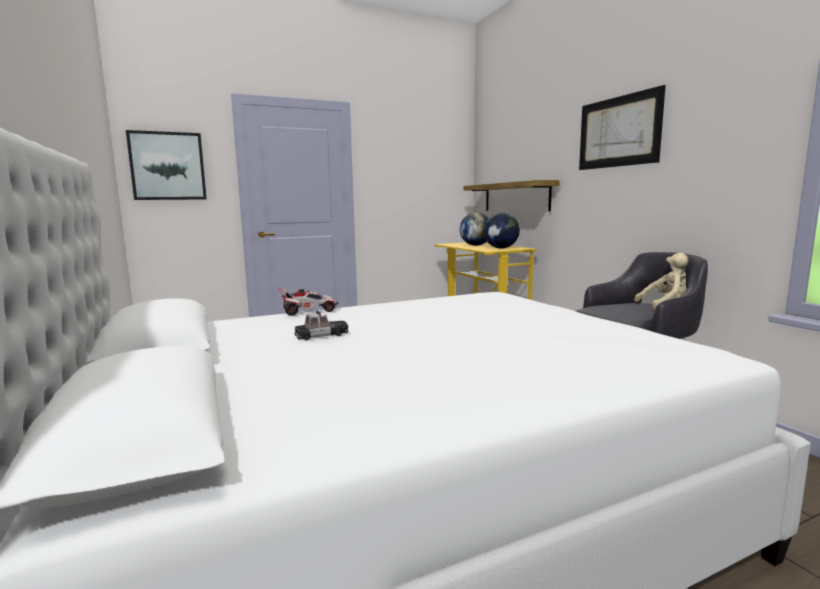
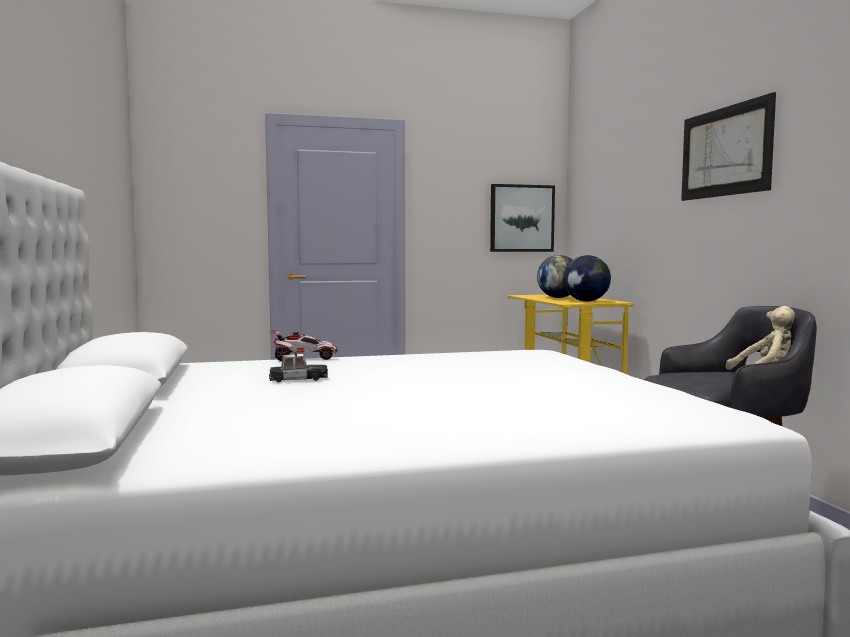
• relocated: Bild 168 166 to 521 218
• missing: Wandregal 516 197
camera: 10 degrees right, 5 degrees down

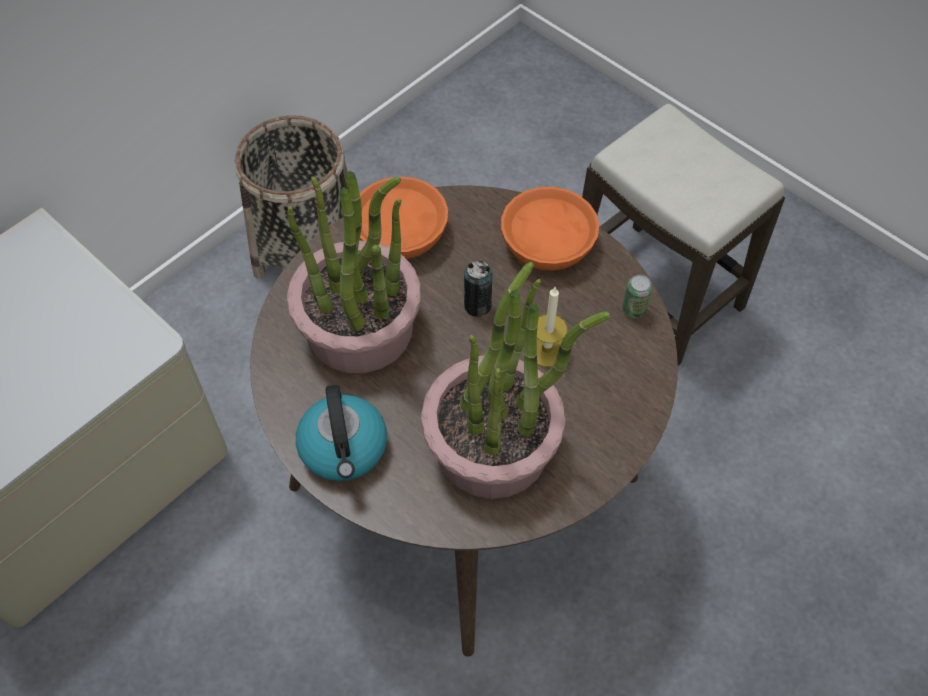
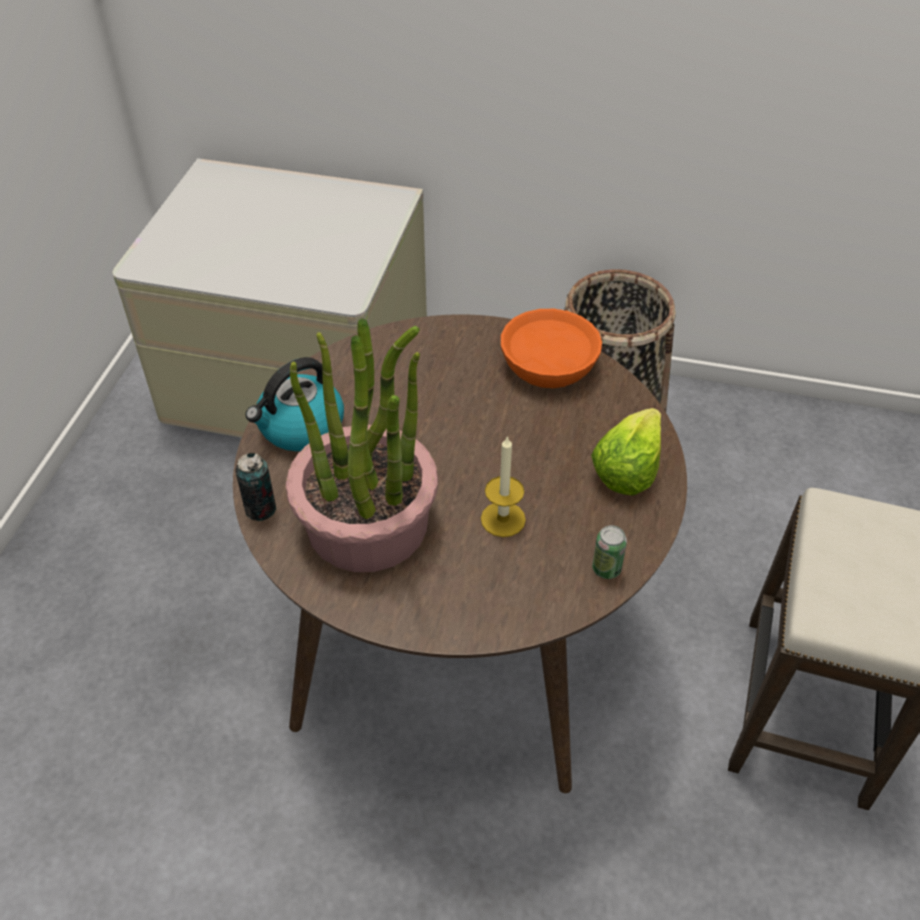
• missing: Topfpflanze 360 329
• exchanged: Schüssel [orange] 547 244 to Salatkopf 627 468
• relocated: Dose 477 306 to 260 509
camera: 60 degrees right, 10 degrees down

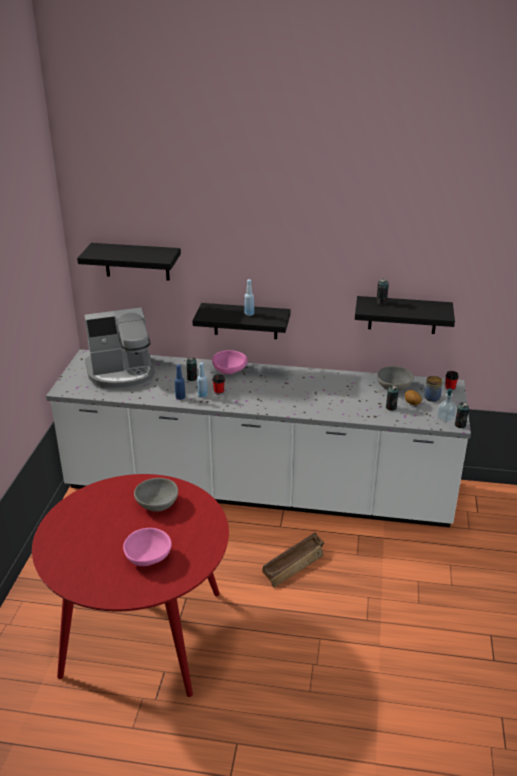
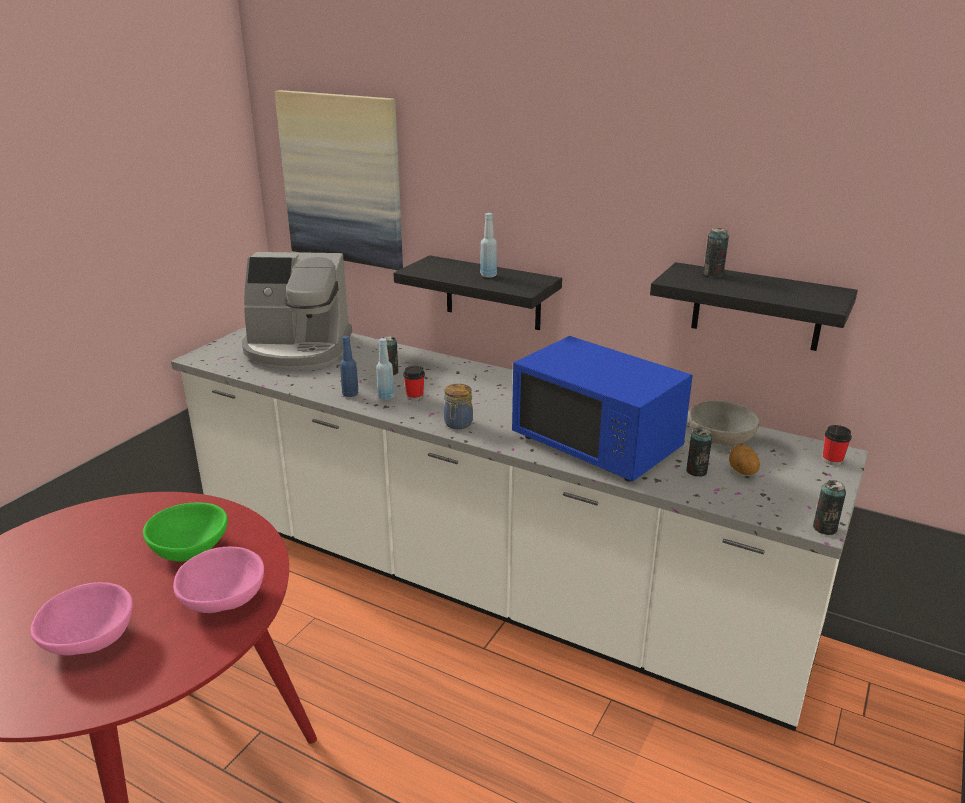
• exchanged: Wandregal [schwarz] 136 261 to Bild 342 179
• relocated: Schüssel [rosa] 229 371 to 222 600
• relocated: Vorratsglas 432 398 to 458 424
• missing: Seifenspender 445 418
• colour: Schüssel [grau] 157 504 to Schüssel [grün] 190 550
• missing: Kiste 295 564
• appeared: Mikrowelle [blau] 597 444
camera: 20 degrees right, 5 degrees down

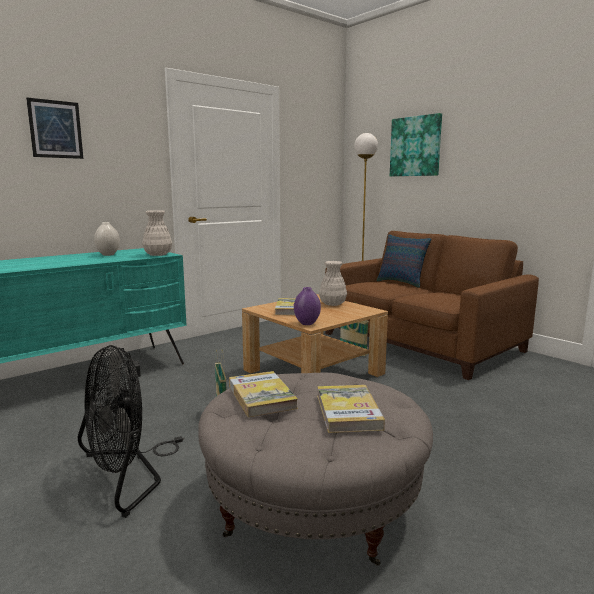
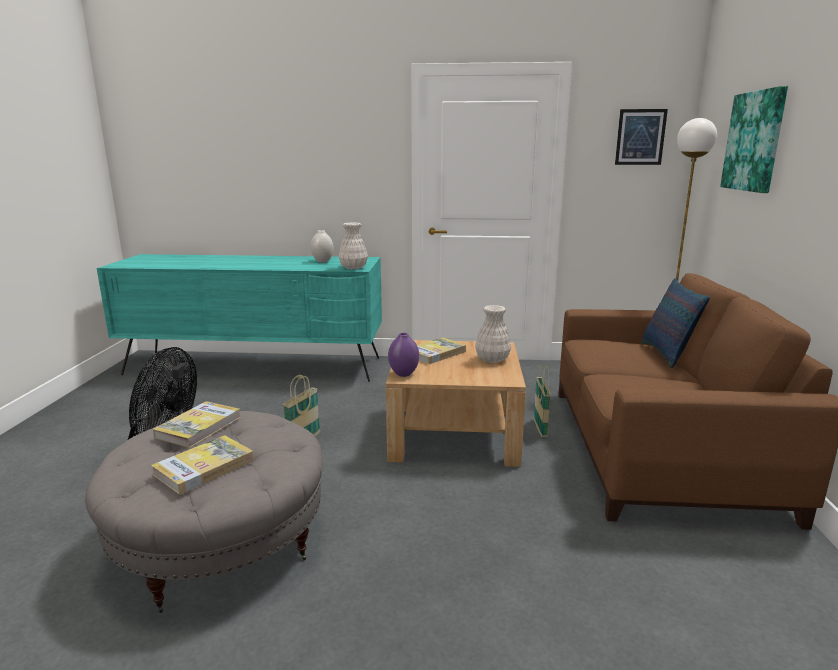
• relocated: Bild 55 129 to 640 137
camera: 45 degrees right, 5 degrees up

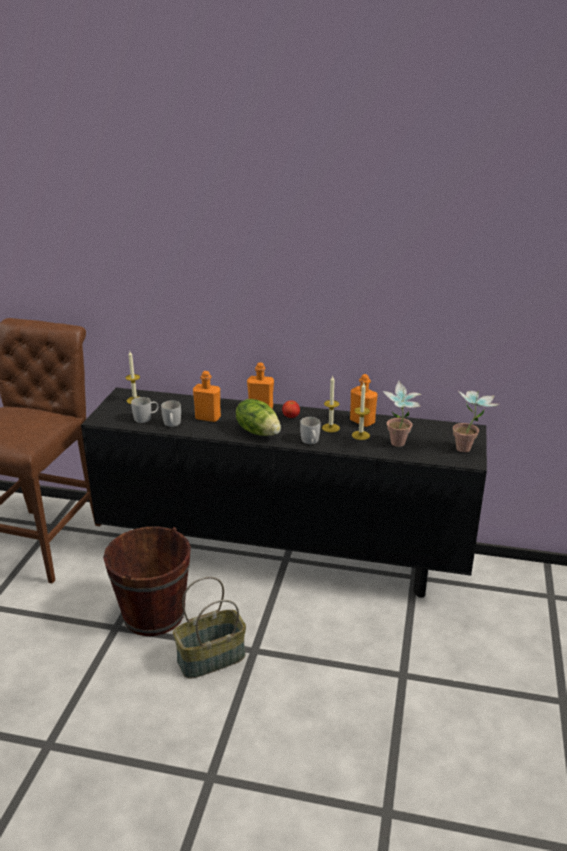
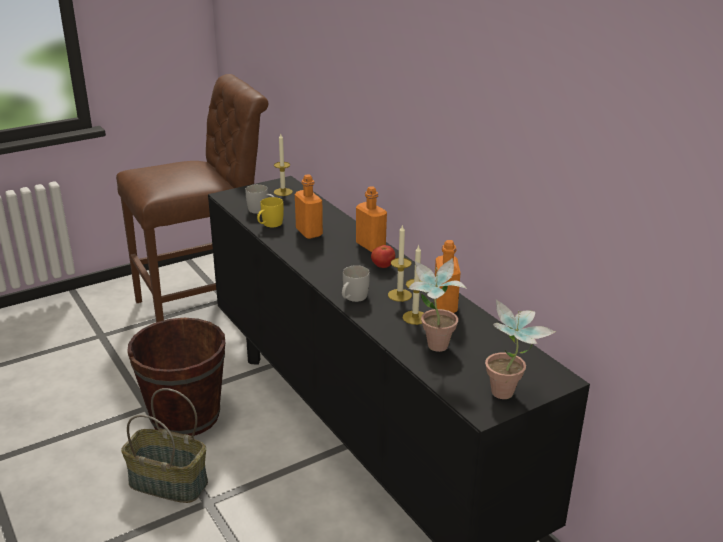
• missing: Salatkopf 258 431
• colour: Henkelbecher [weiß] 172 425 to Henkelbecher [gelb] 269 225
camera: 45 degrees right, 0 degrees up

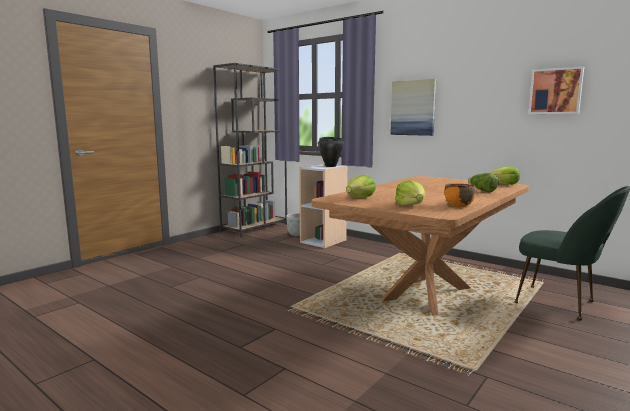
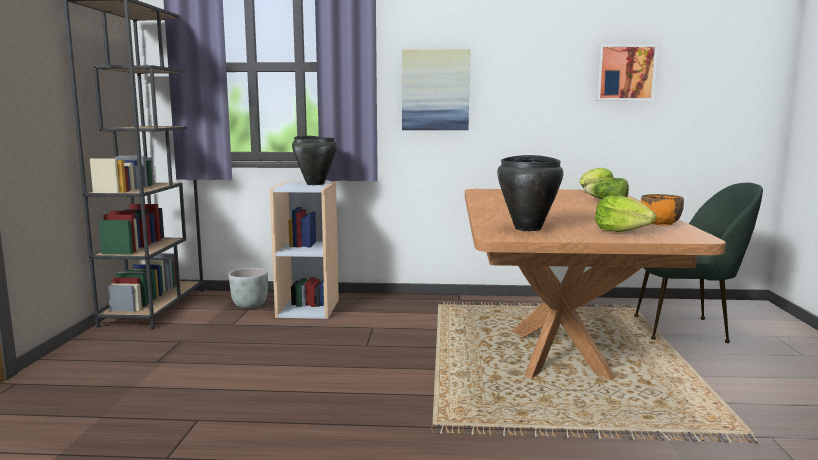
• exchanged: Salatkopf 360 198 to Kochtopf [schwarz] 528 228
camera: 35 degrees left, 0 degrees up

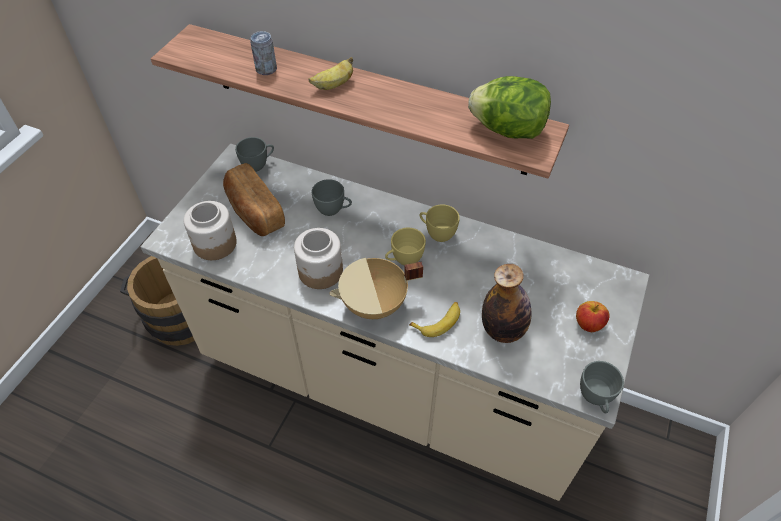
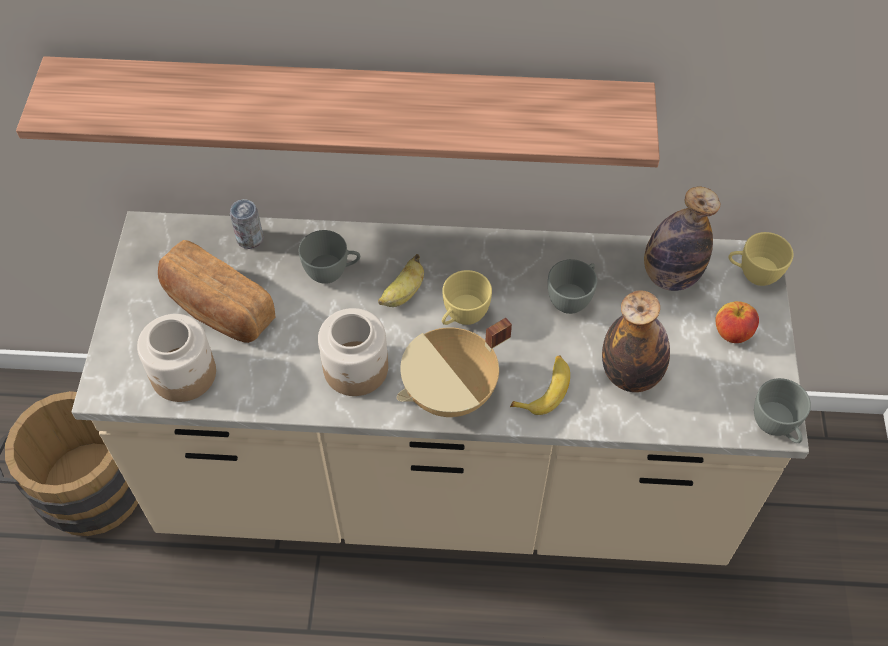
• relocated: Dose 266 69 to 250 239
• relocated: Banane 333 85 to 403 294
• missing: Salatkopf 507 130
• relocated: Tasse [grau] 258 165 to 572 298
• relocated: Tasse [gelb] 437 233 to 753 274
• appeared: Flasche 670 276
camera: 20 degrees left, 5 degrees up

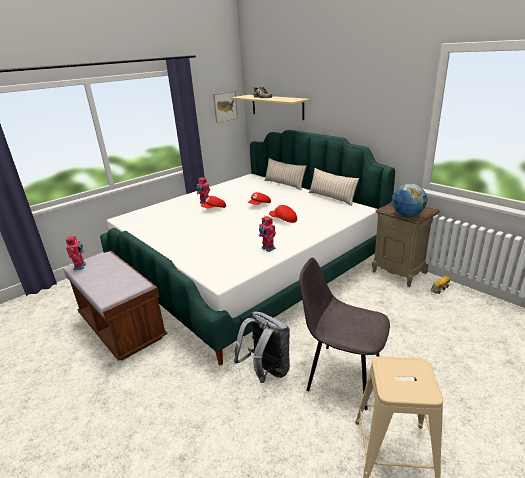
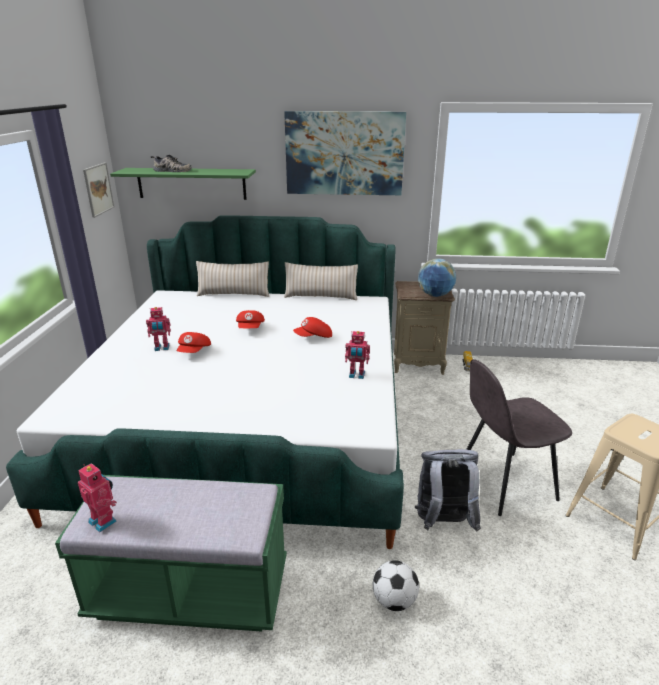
• colour: Wandregal [beige] 277 106 to Wandregal [grün] 191 183
• colour: Bank [braun] 122 327 to Bank [grün] 190 591
• appeared: Bild 344 153
• appeared: Fußball 394 601
camera: 45 degrees left, 0 degrees up

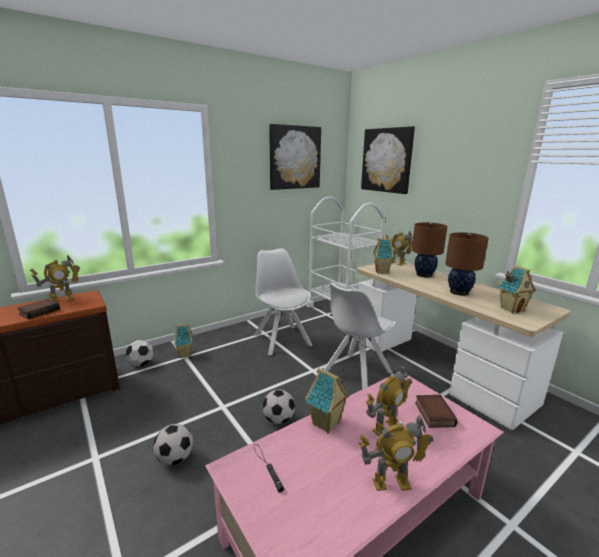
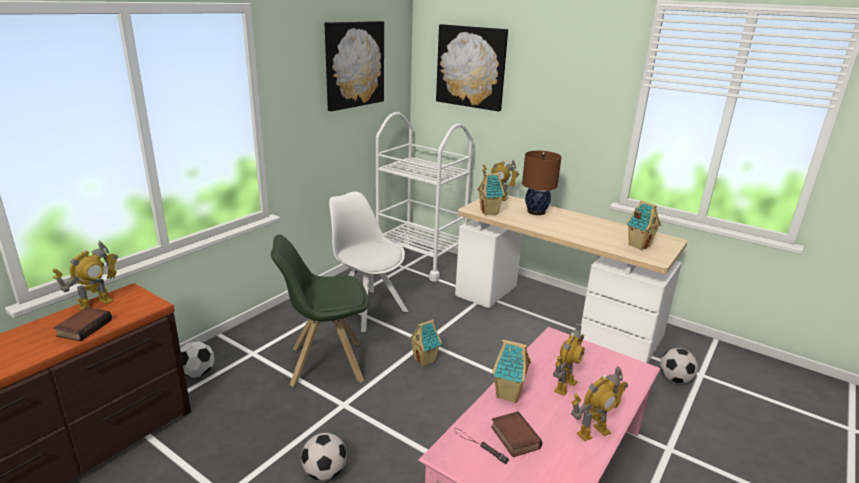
• missing: Tischlampe [braun] 459 292
• missing: Stuhl [weiß] 355 374
• relocated: Spielzeughaus 185 354 to 425 360
• relocated: Fußball 278 419 to 675 379
• relocated: Buch 433 414 to 513 437
• appeared: Stuhl [grün] 326 364
camera: 20 degrees left, 5 degrees up

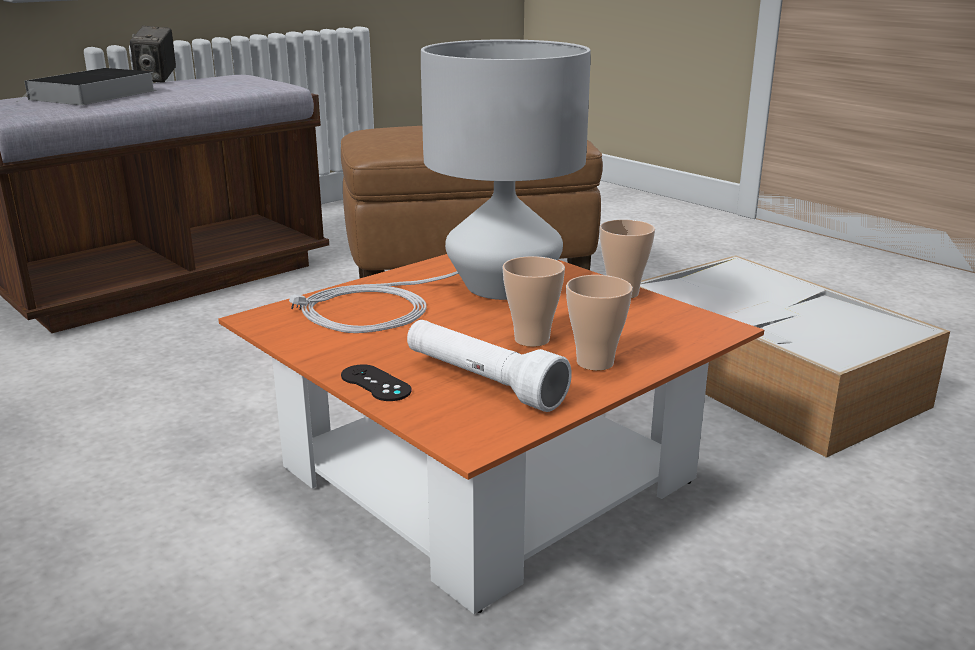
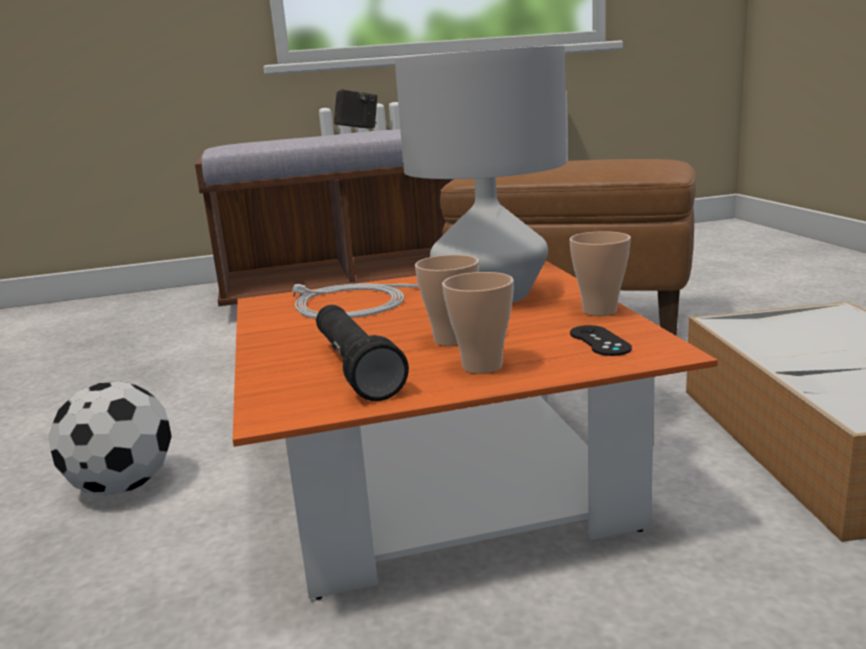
• spun: Kamera 157 80 = 357 130 135 degrees counterclockwise
• missing: Buch 92 95
• colour: Taschenlampe [weiß] 482 382 to Taschenlampe [schwarz] 355 368
• relocated: Gamepad [schwarz] 375 383 to 599 341
• appeared: Fußball 122 485
camera: 30 degrees right, 5 degrees down

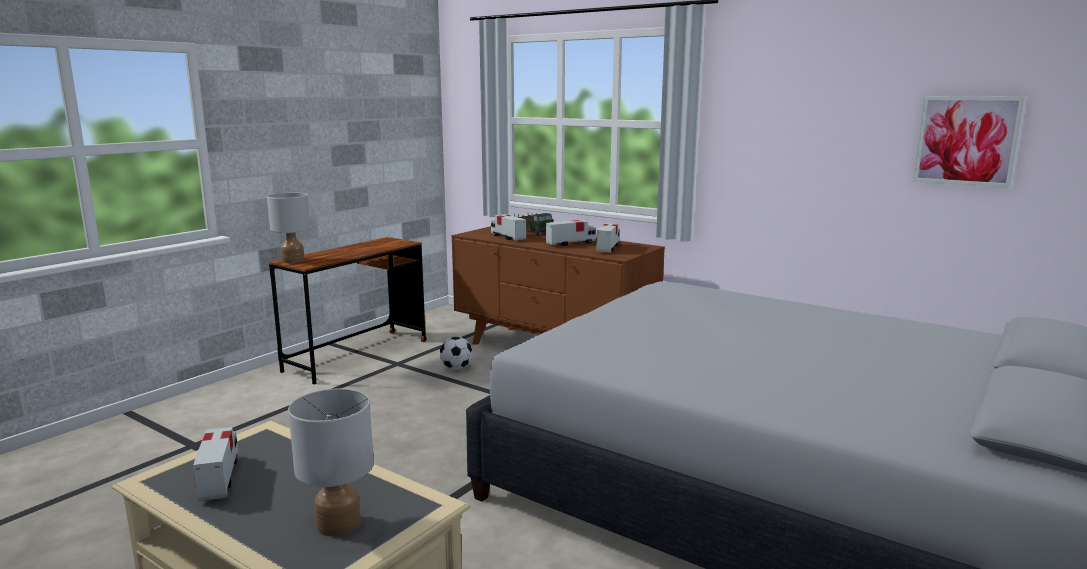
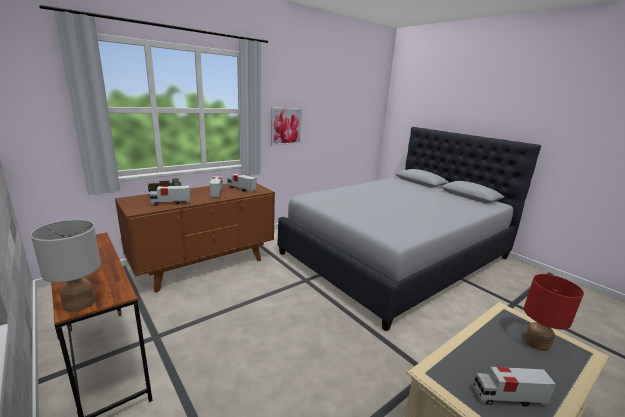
• relocated: Bild 966 141 to 286 126
• missing: Fußball 456 368
• colour: Tischlampe [grau] 339 523 to Tischlampe [rot] 536 342
camera: 75 degrees left, 5 degrees up

